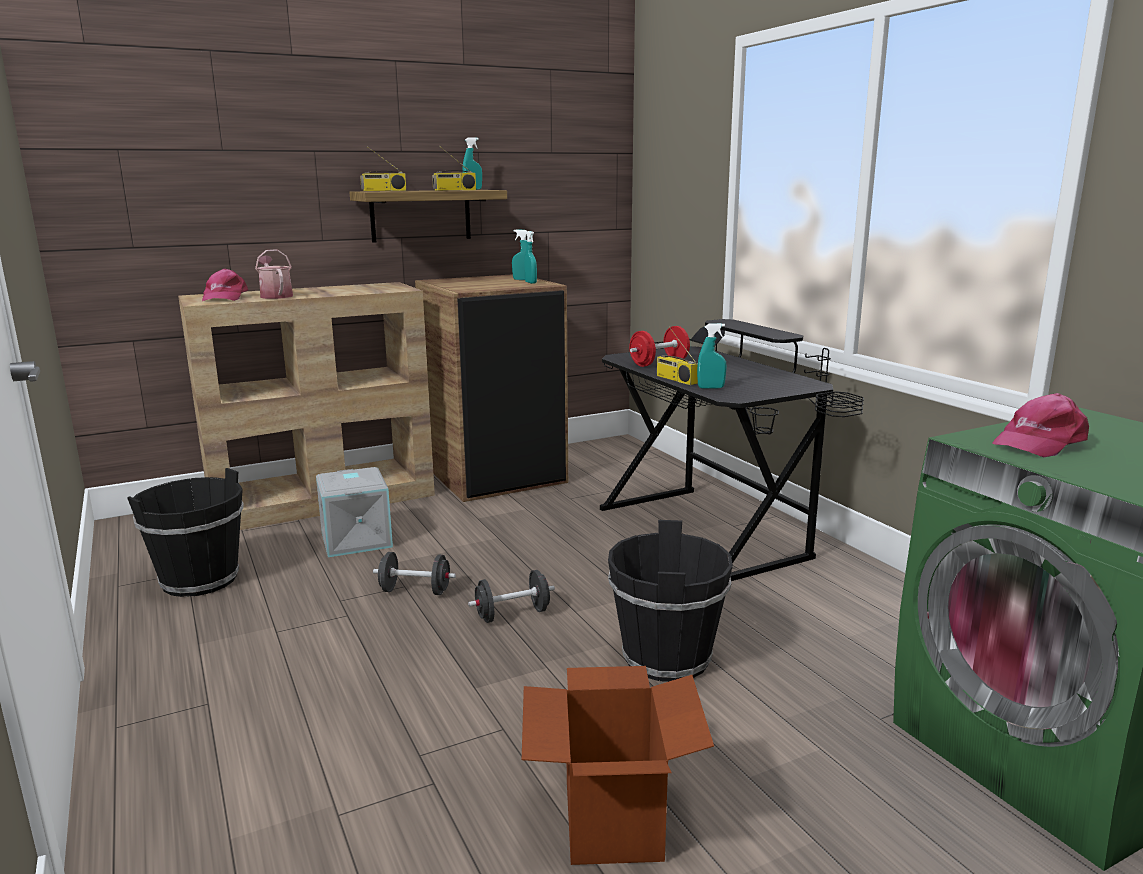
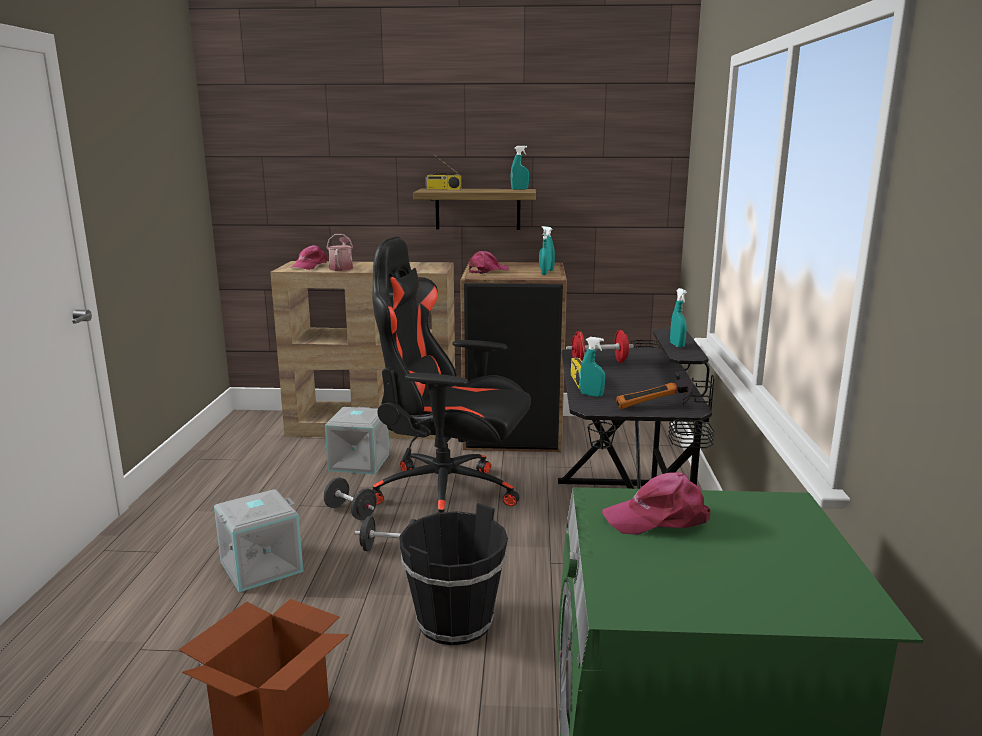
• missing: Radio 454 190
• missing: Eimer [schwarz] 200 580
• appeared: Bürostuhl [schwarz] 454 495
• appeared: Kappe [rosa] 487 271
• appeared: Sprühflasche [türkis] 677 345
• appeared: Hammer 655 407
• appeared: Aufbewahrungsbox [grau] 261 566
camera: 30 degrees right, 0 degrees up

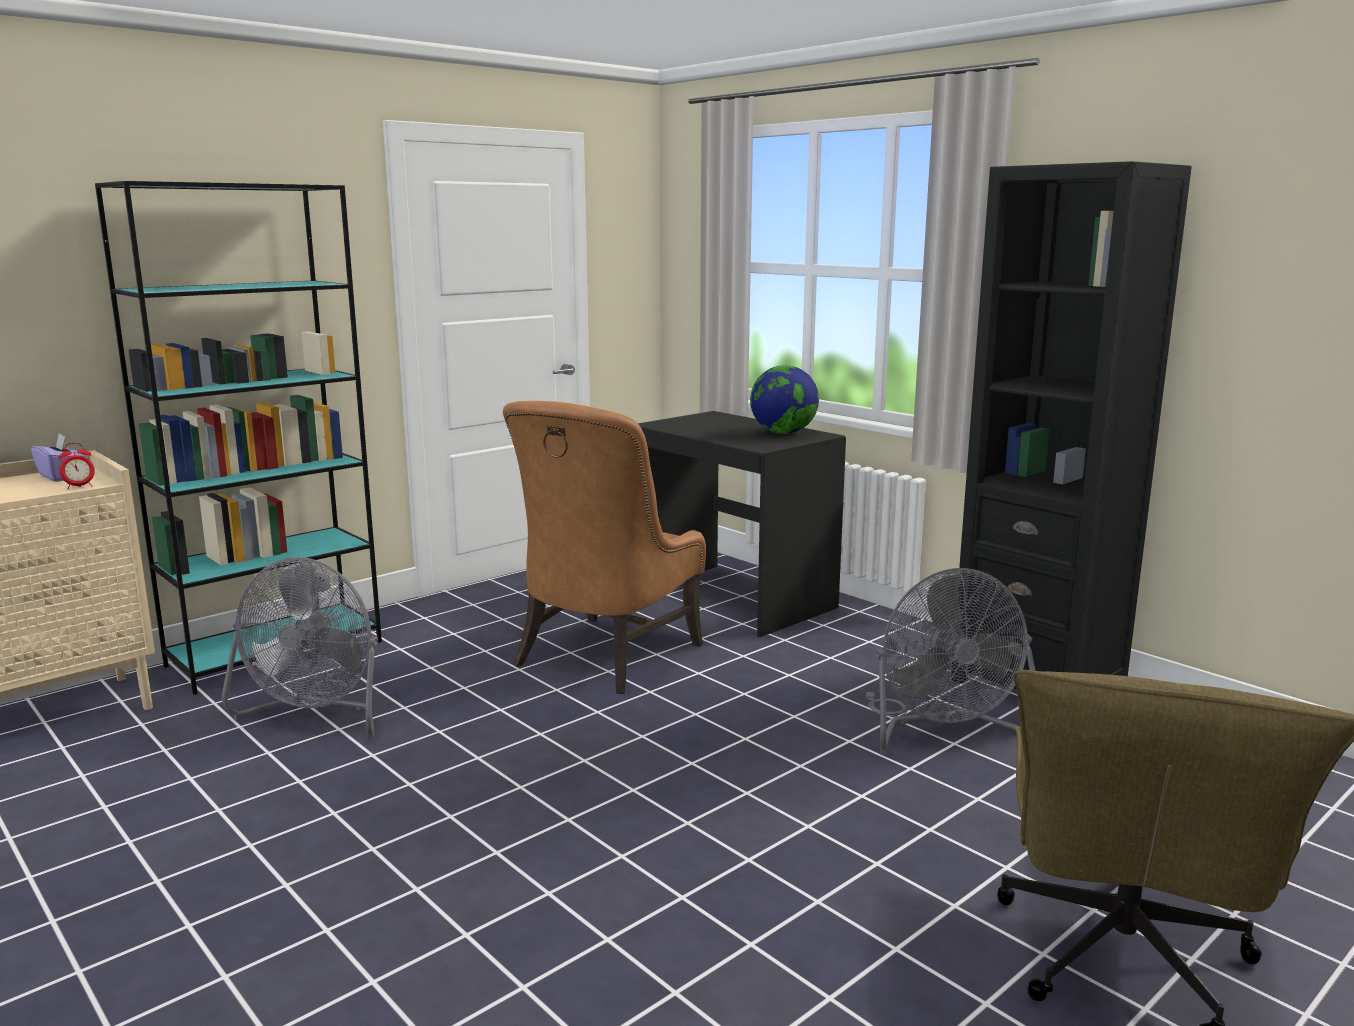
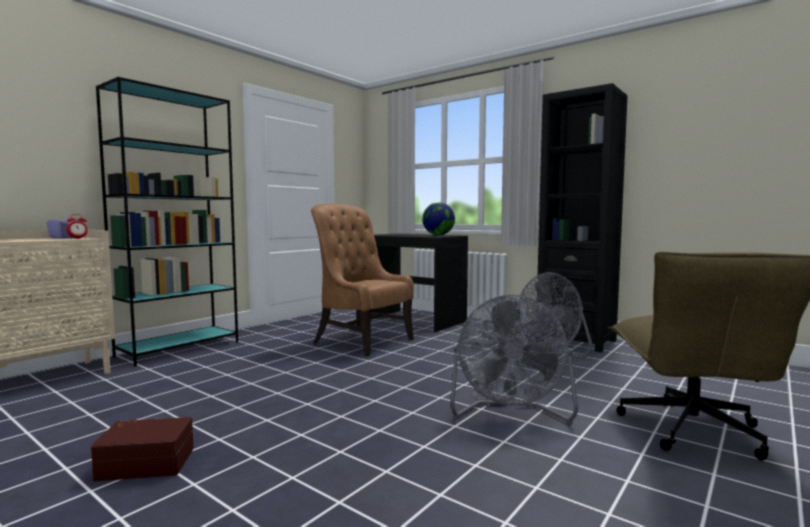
• spun: Stuhl [braun] 605 655 = 361 341 105 degrees clockwise
• relocated: Ventilator [grau] 316 714 to 505 412
• appeared: Aufbewahrungsbox [braun] 147 462
camera: 10 degrees left, 10 degrees down

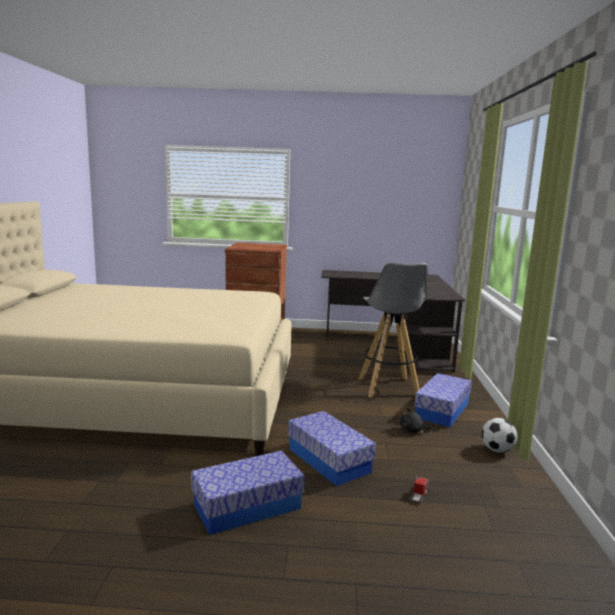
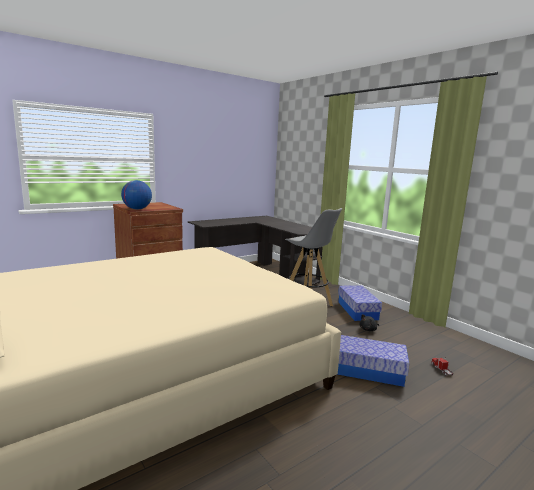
• missing: Fußball 497 450
• missing: Aufbewahrungsbox 247 507
• appeared: Globus 137 209
camera: 40 degrees left, 0 degrees up

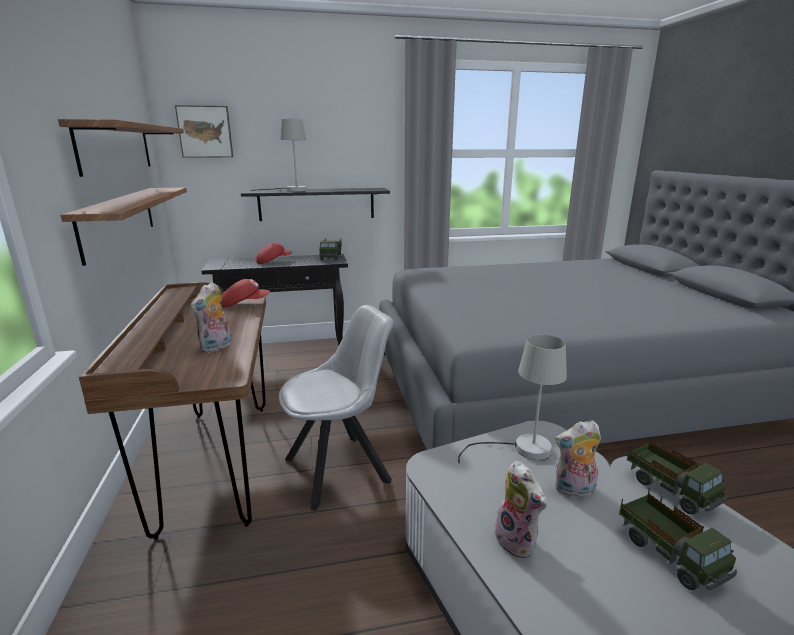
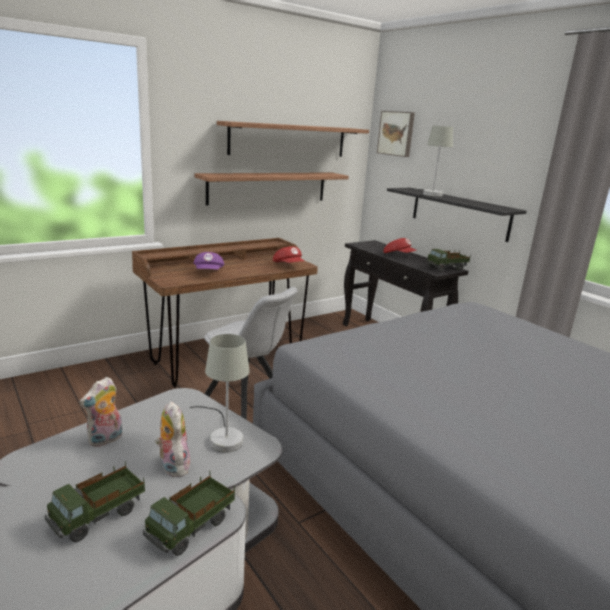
• exchanged: Plüschtier 216 347 to Kappe [lila] 209 272
camera: 65 degrees right, 0 degrees up

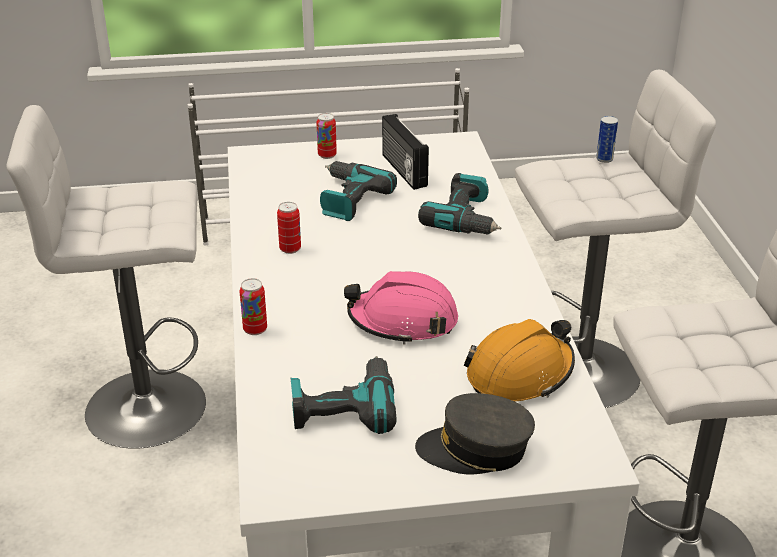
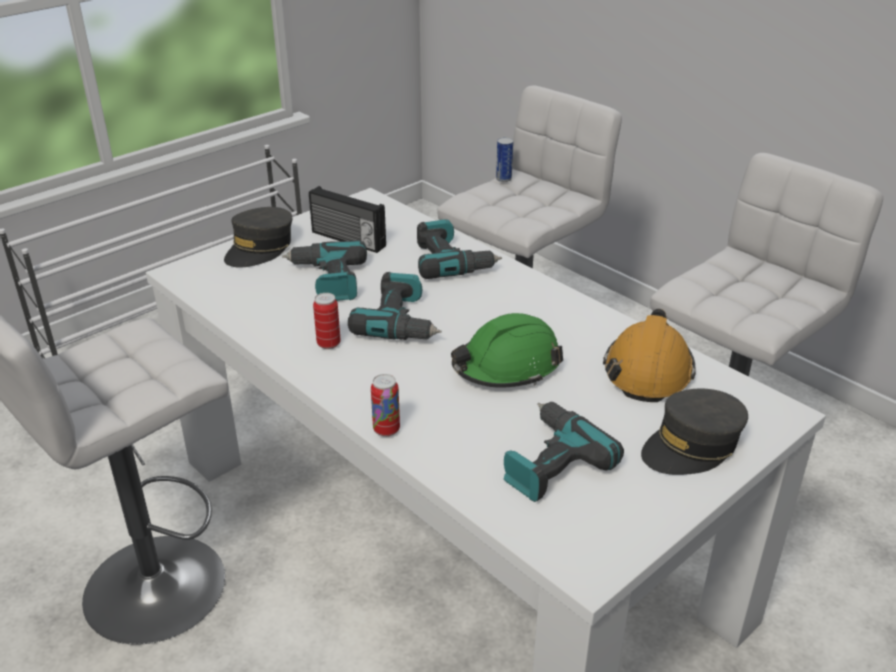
• exchanged: Dose 327 155 to Kappe [grau] 260 248
• colour: Schutzhelm [rosa] 403 321 to Schutzhelm [grün] 506 367
• appeared: Bohrmaschine 401 322
camera: 35 degrees left, 0 degrees up

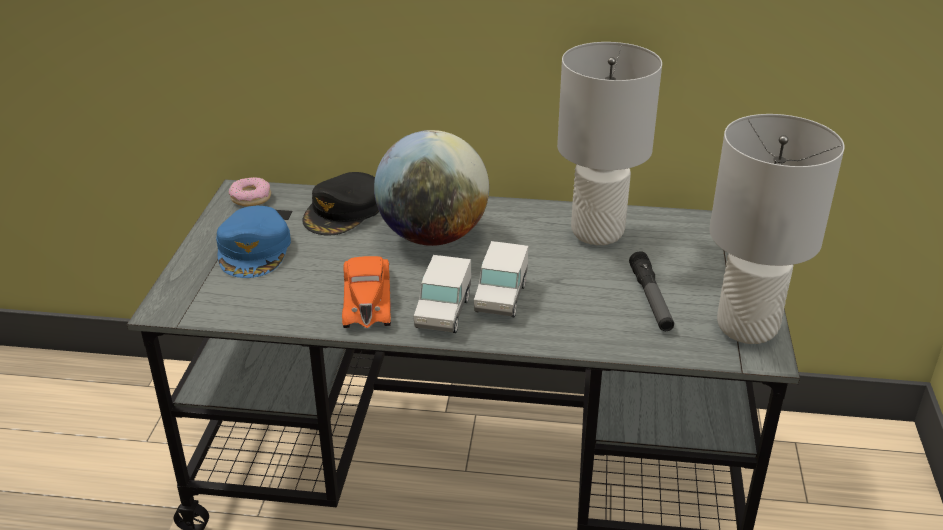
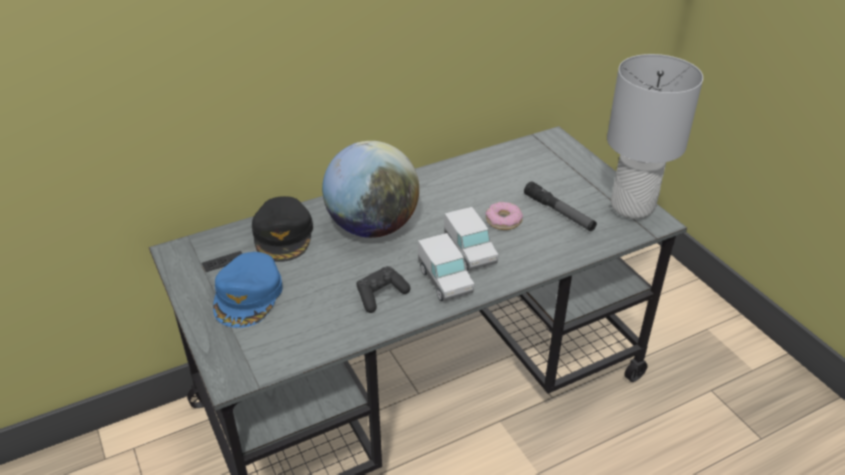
• missing: Tischlampe [grau] 598 236
• relocated: Donut 251 198 to 503 221
• spun: Kappe [blau] 254 250 = 248 296 45 degrees clockwise
• exchanged: Spielzeugauto [orange] 367 299 to Gamepad [schwarz] 381 295
camera: 35 degrees left, 5 degrees up

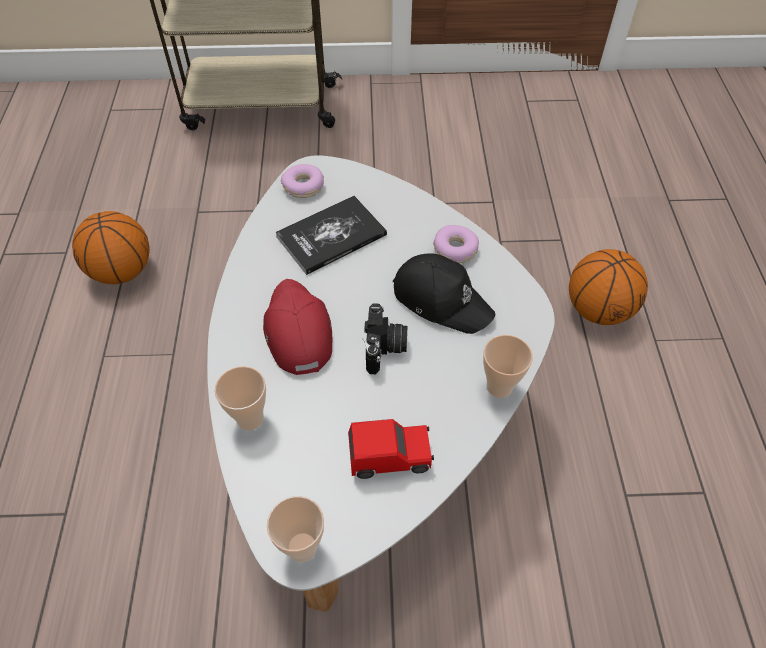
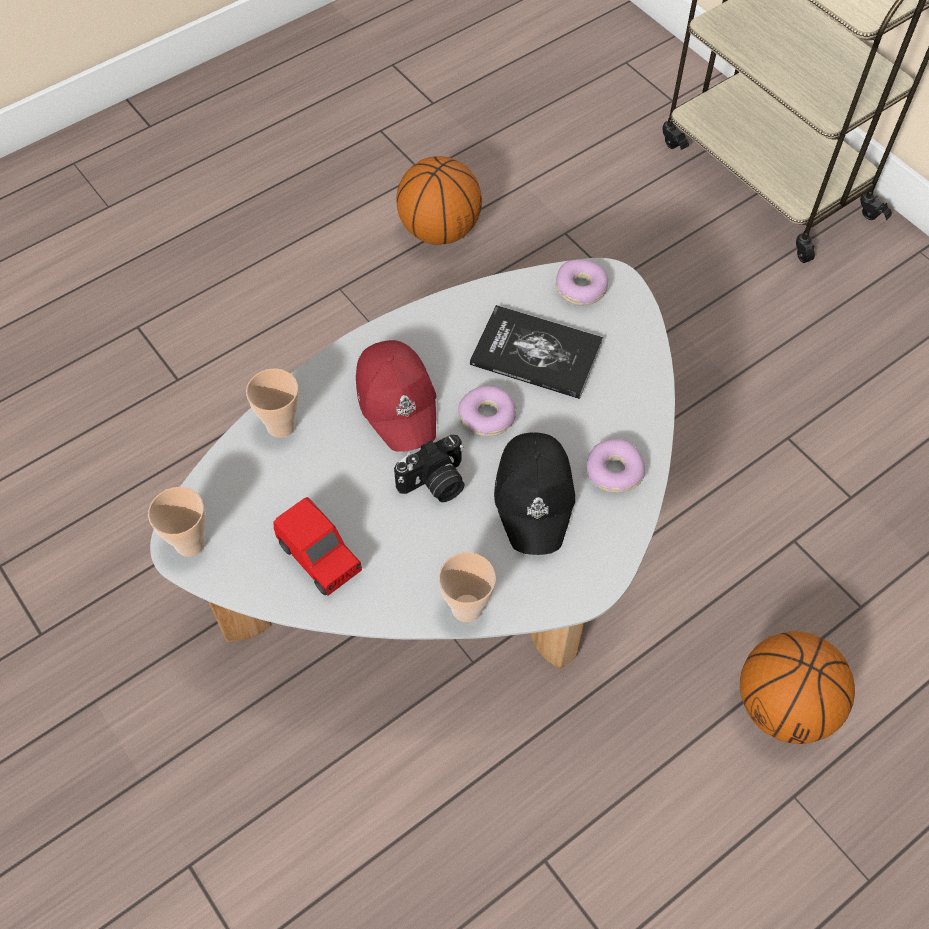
• spun: Kappe [rot] 297 331 = 398 400 120 degrees clockwise
• appeared: Donut 487 417
camera: 55 degrees right, 5 degrees up

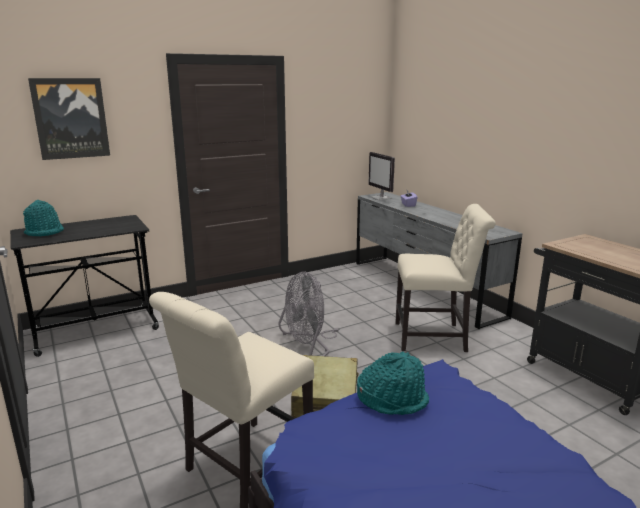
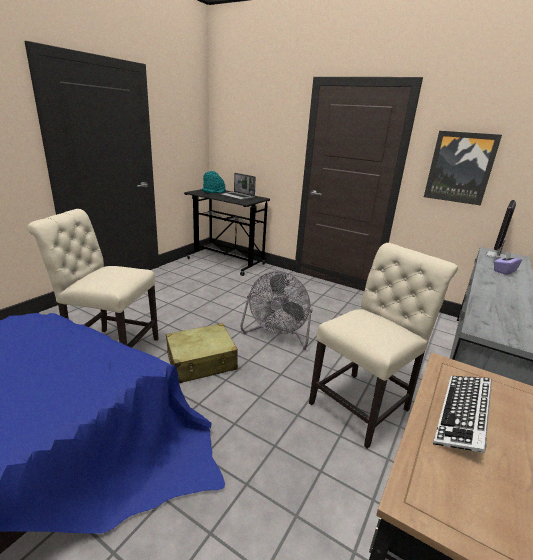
• relocated: Bild 71 118 to 460 167
• spun: Stuhl [beige] 435 338 = 364 404 105 degrees counterclockwise
• spun: Ventilator [grau] 310 345 = 275 334 105 degrees counterclockwise
• missing: Hut [türkis] 392 399
• appeared: Laptop 238 196
• appeared: Tastatur 463 416
camera: 60 degrees right, 5 degrees up

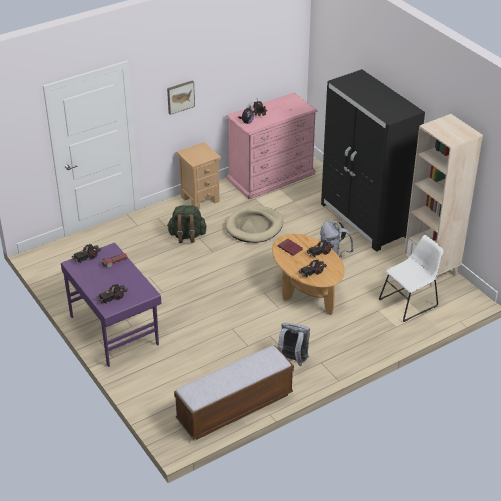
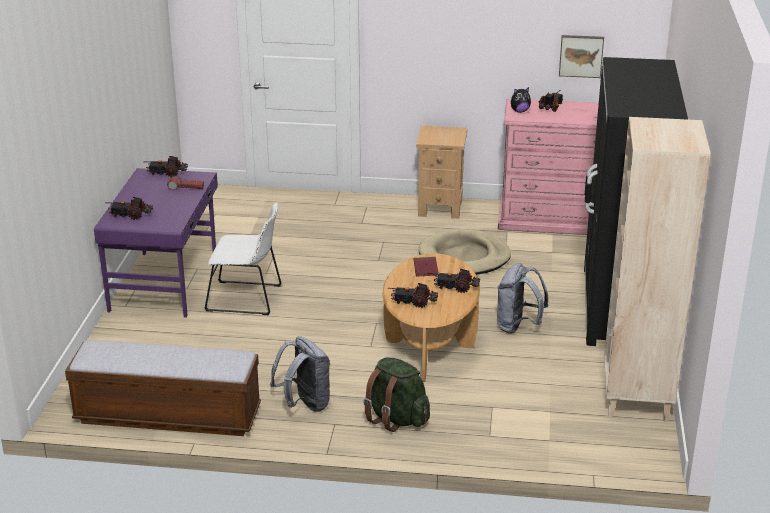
• relocated: Bild 180 96 to 581 55
• relocated: Rucksack [grün] 187 236 to 396 418
• relocated: Stuhl [weiß] 410 302 to 247 298
camera: 40 degrees right, 10 degrees down

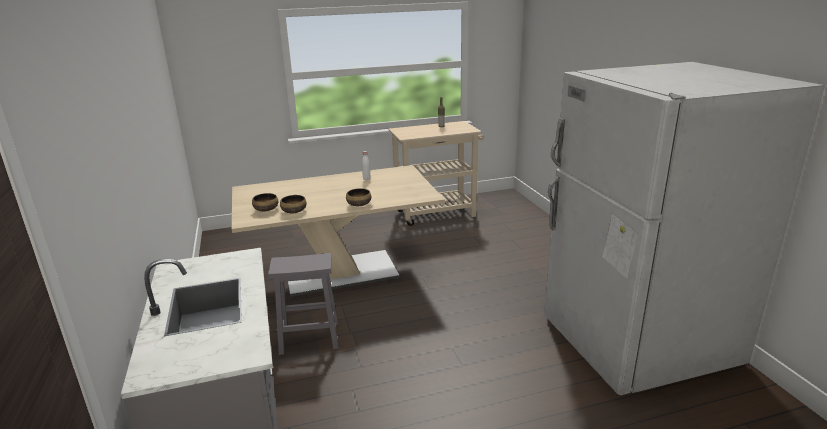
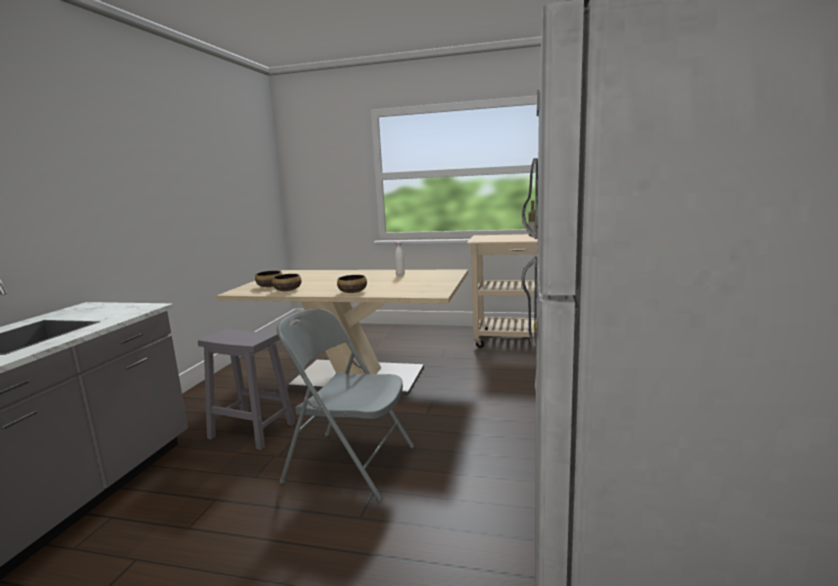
• appeared: Stuhl [grau] 350 463
camera: 30 degrees right, 10 degrees down

